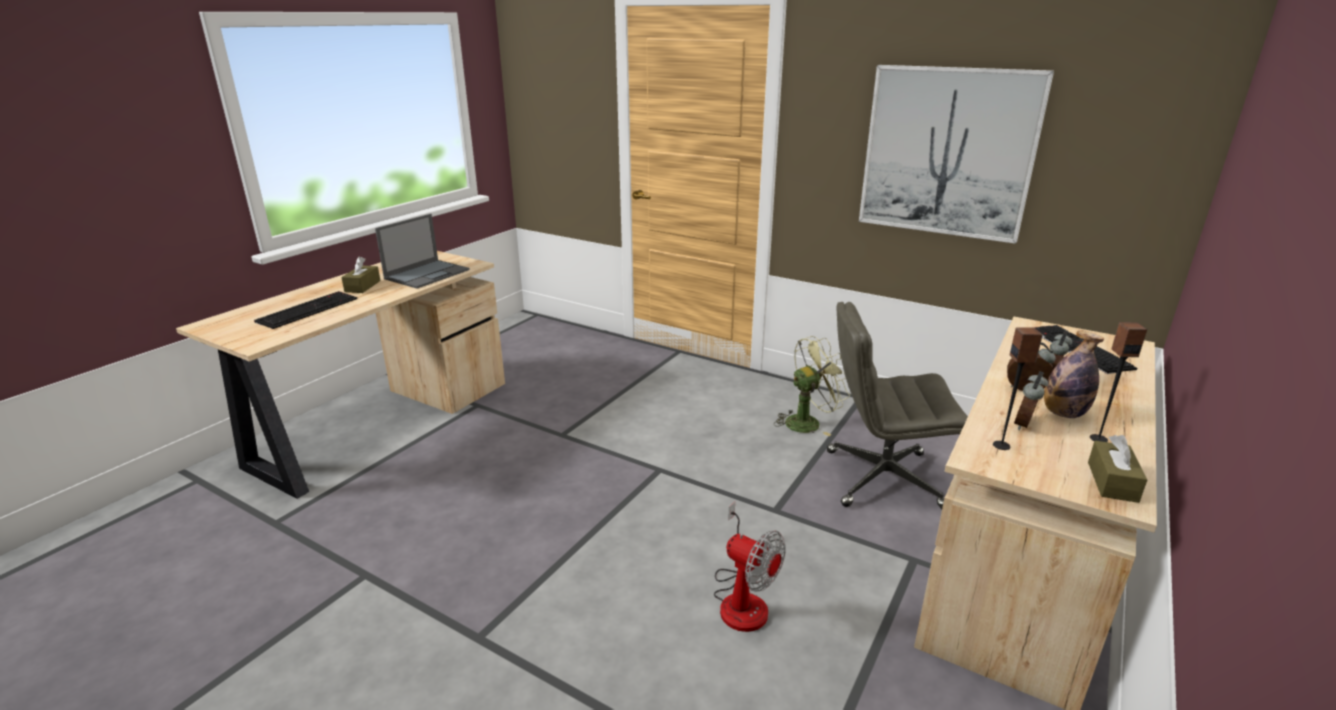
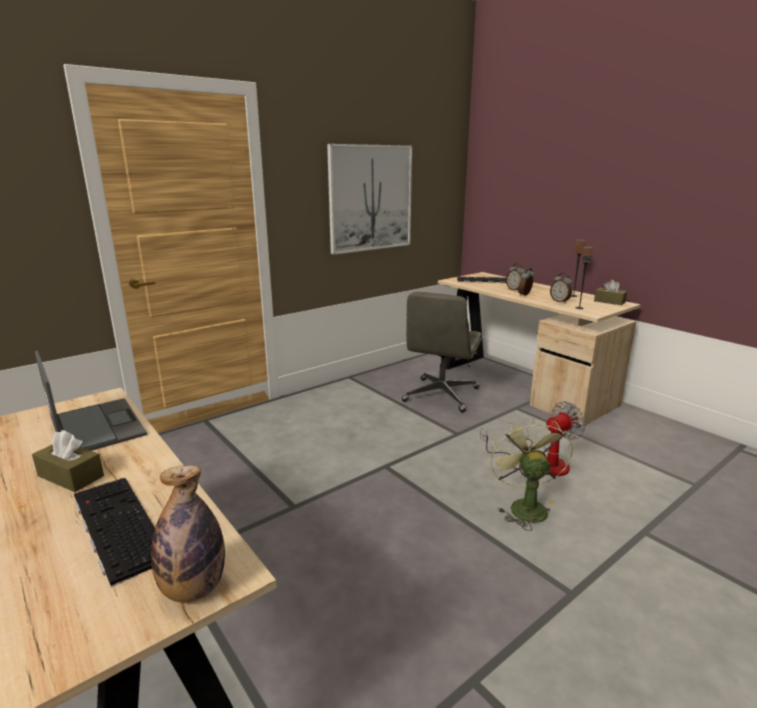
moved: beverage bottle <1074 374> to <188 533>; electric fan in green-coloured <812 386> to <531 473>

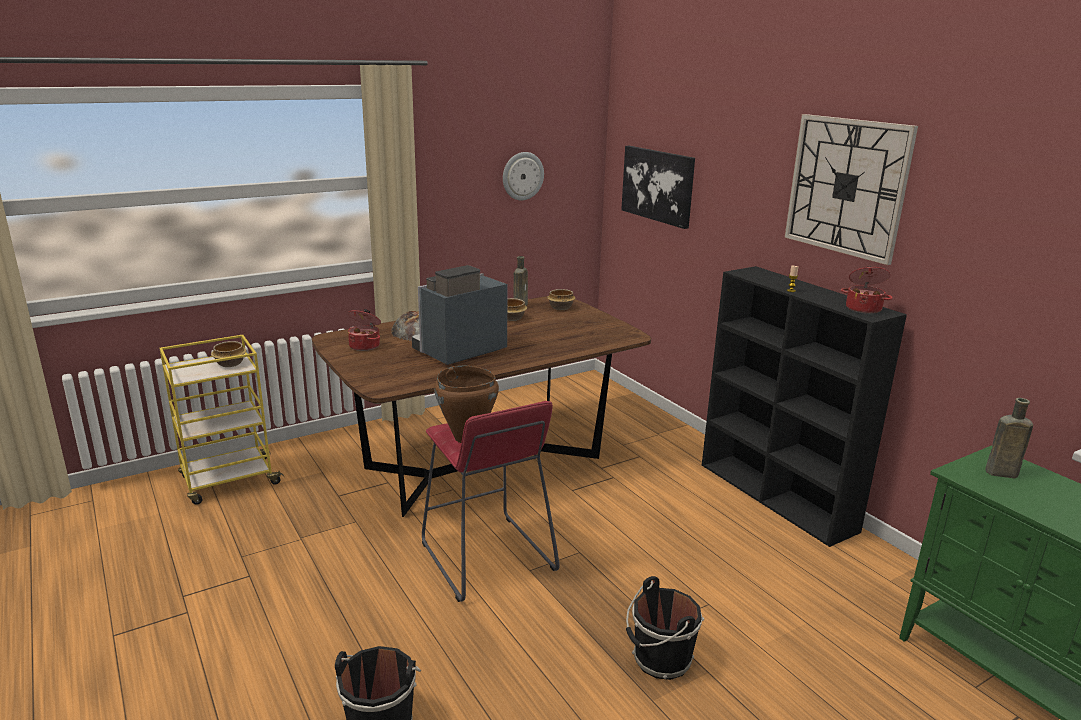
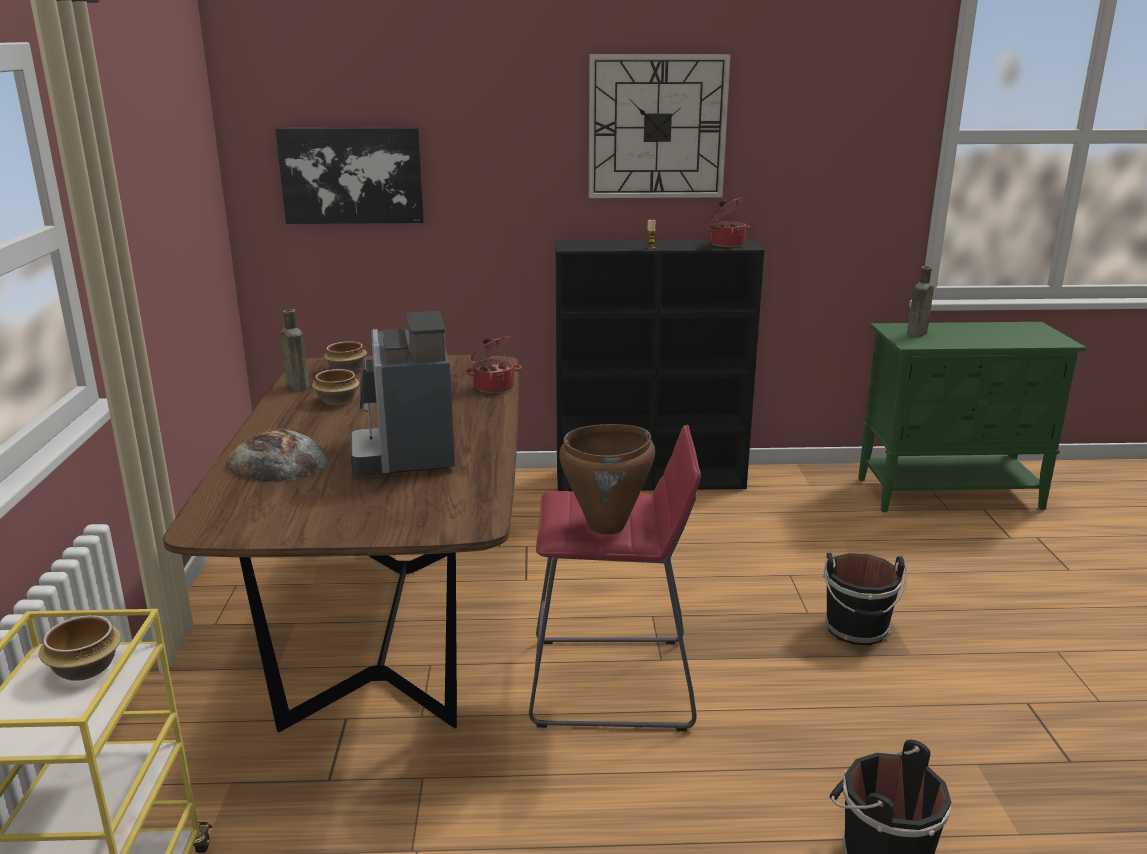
removed: wall clock <523 176>
moved: stockpot <364 330> to <493 364>

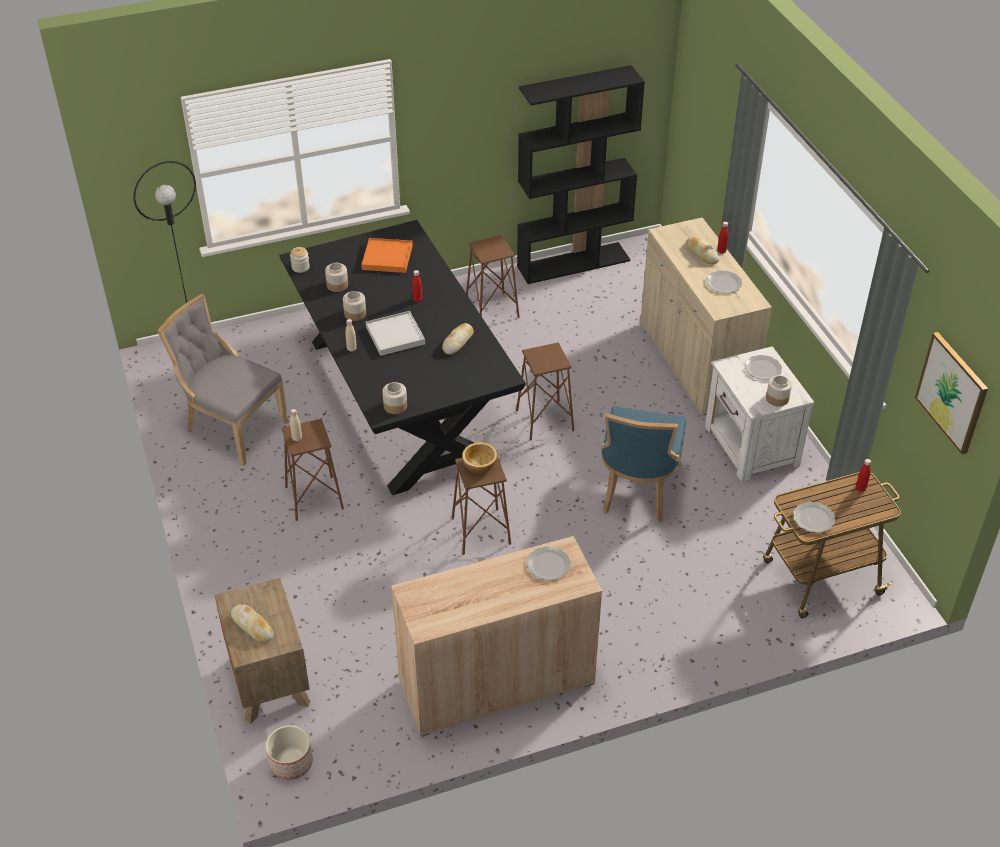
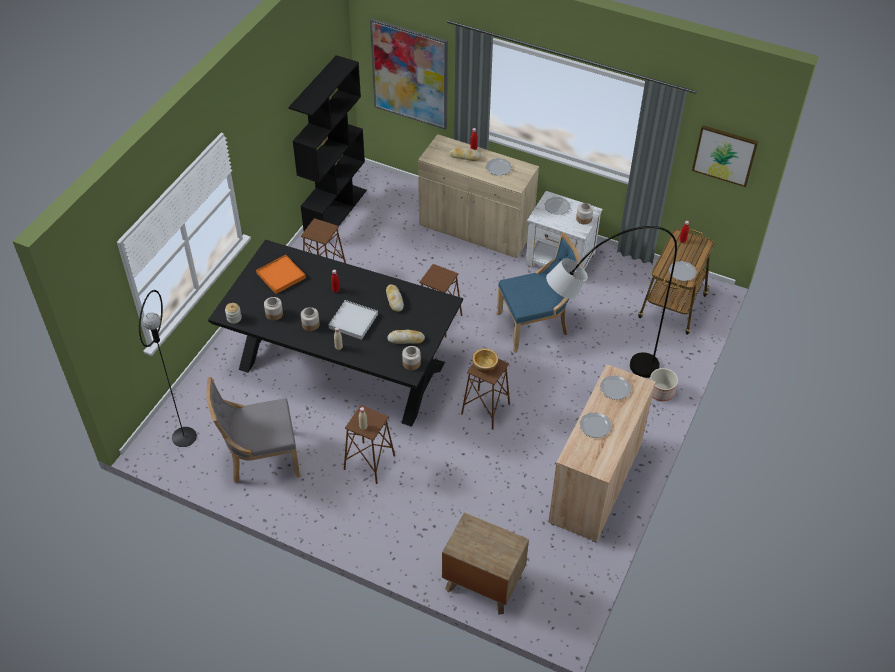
added: wall art <409 74>; standard lamp in grey <611 302>; flat dish <595 425>
moved: bread <252 623> to <406 337>; planter <289 752> to <664 385>
turned: chair in blue-coloured <644 464> = <539 293> 75 degrees counterclockwise

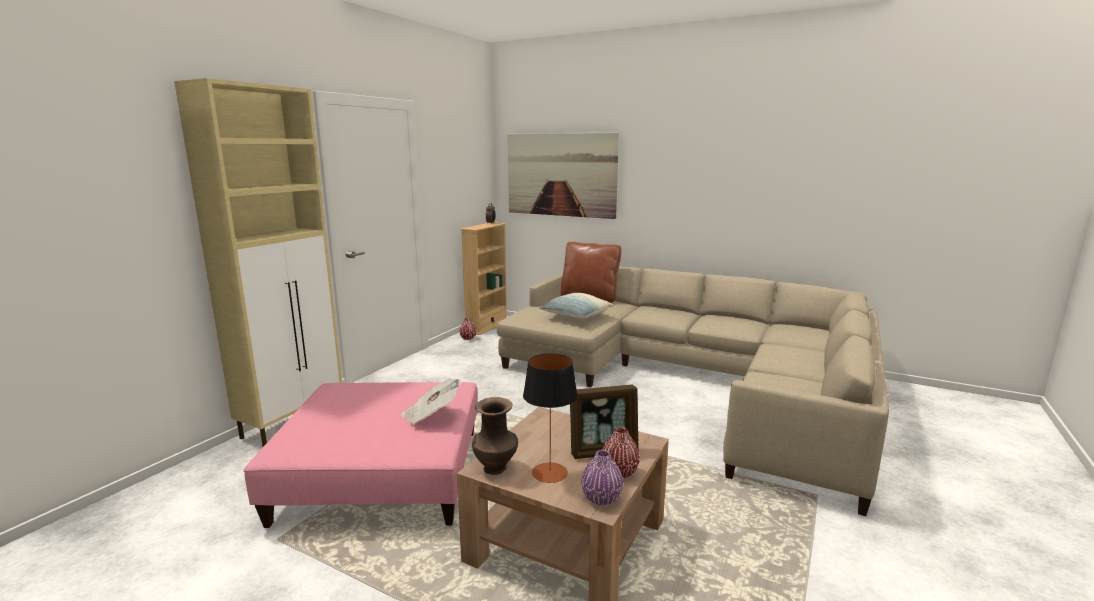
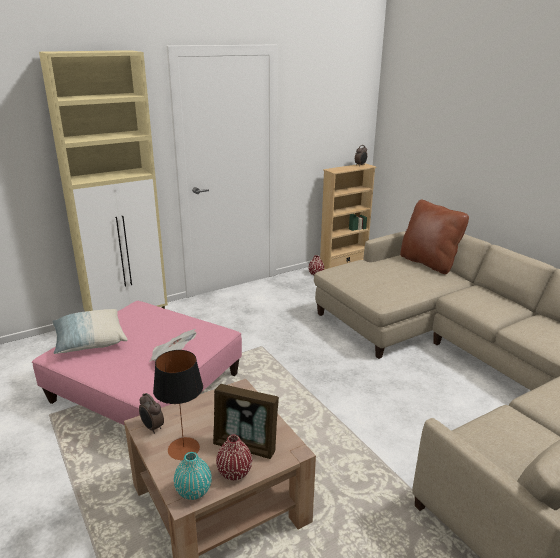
removed: wall art <563 175>
moved: throw pillow <576 306> to <90 331>
replaced: decorative vase in brown-coloured <495 436> to alarm clock <151 413>
recoloured: decorative vase in purple <602 477> to decorative vase in turquoise-coloured <193 476>

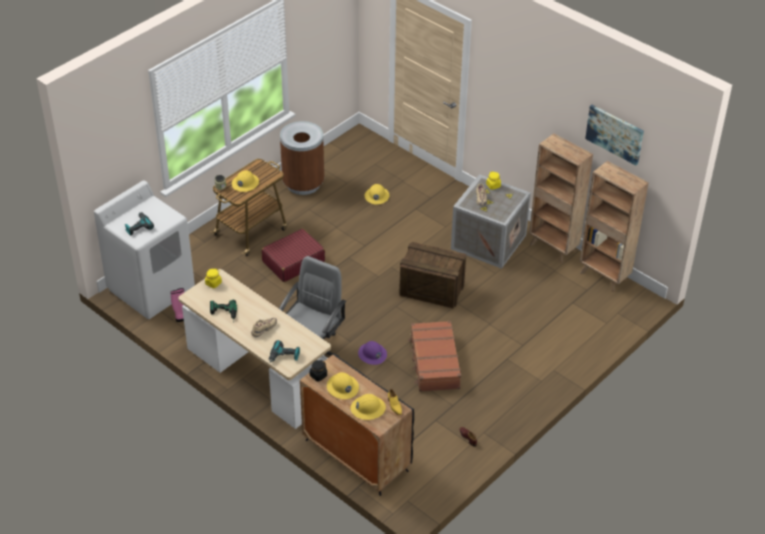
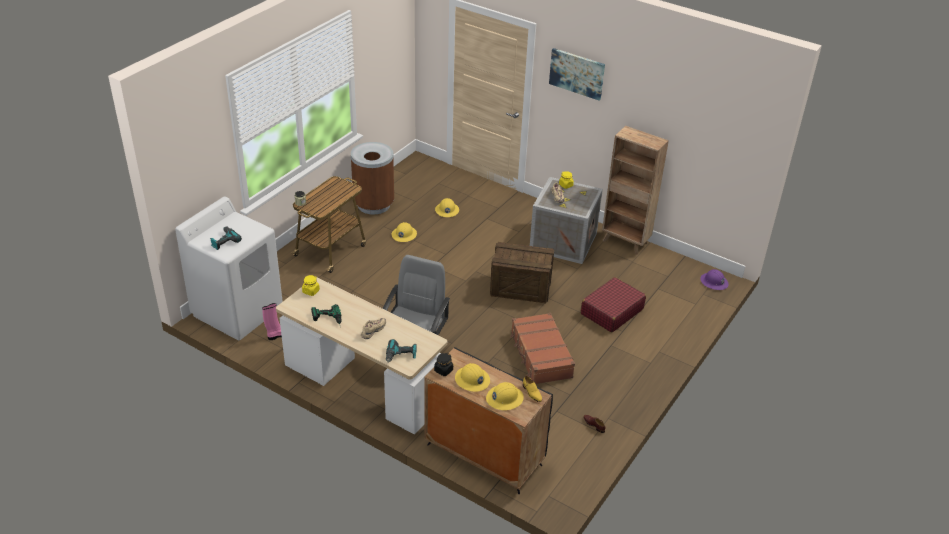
removed: bookshelf in brown-coloured <614 226>
moved: work helmet in yellowish <245 181> to <404 232>; wall art <614 135> to <577 74>; travel case in red <293 255> to <613 304>; work helmet in purple <372 353> to <714 279>

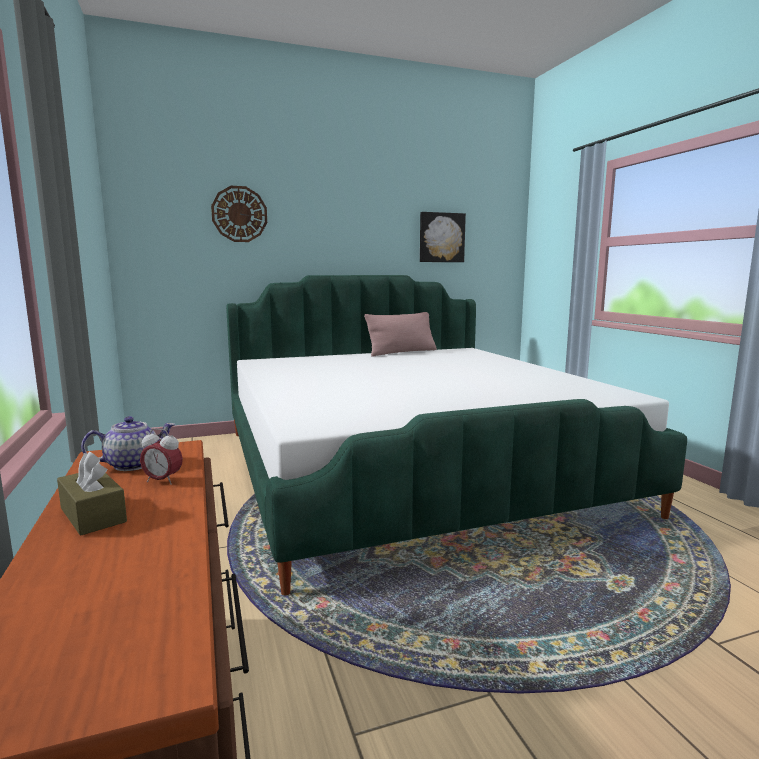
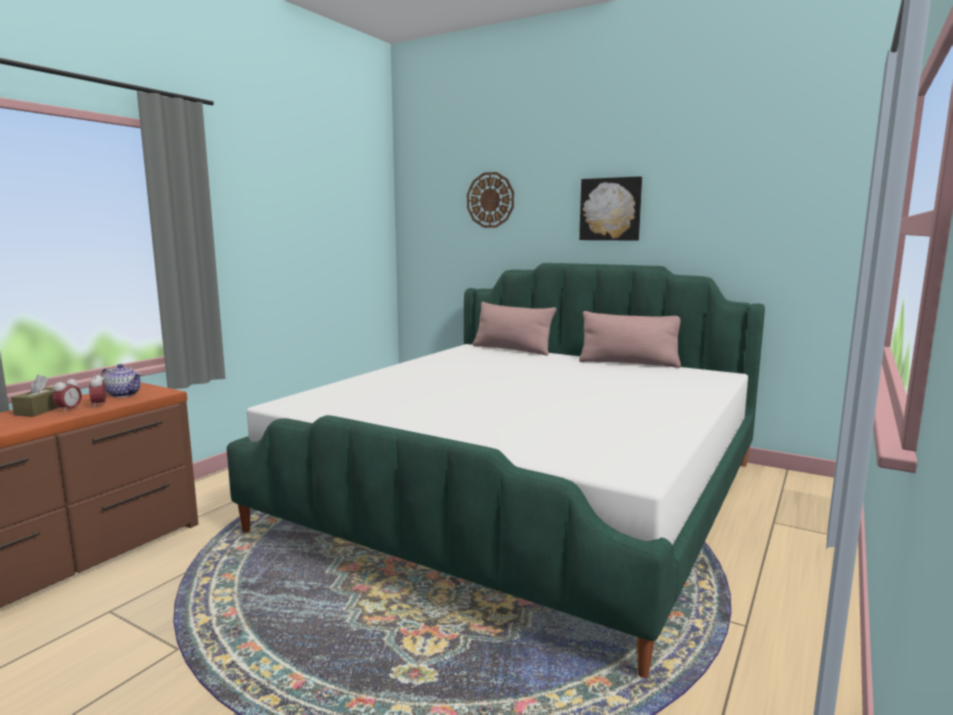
added: alarm clock <67 394>; throw pillow in pink-coloured <514 328>
moved: wall art <443 237> to <610 208>

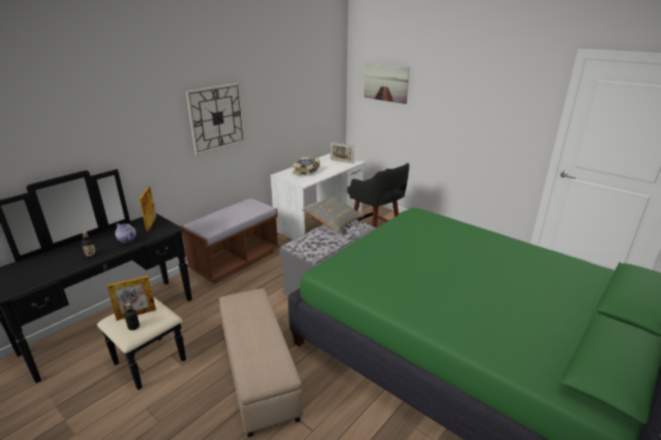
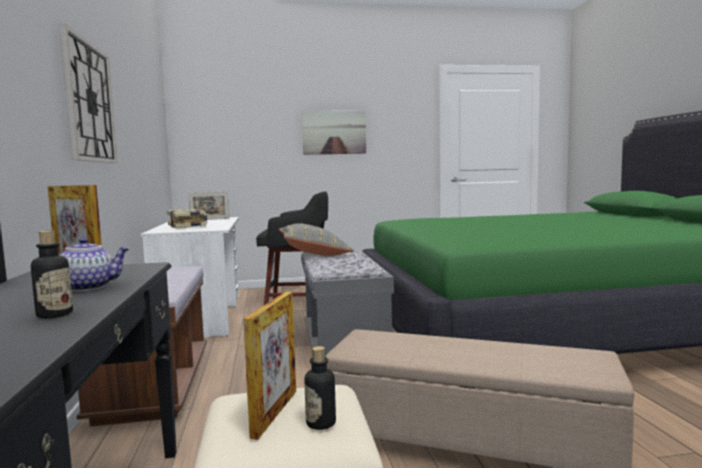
moved: wall art <387 83> to <334 133>

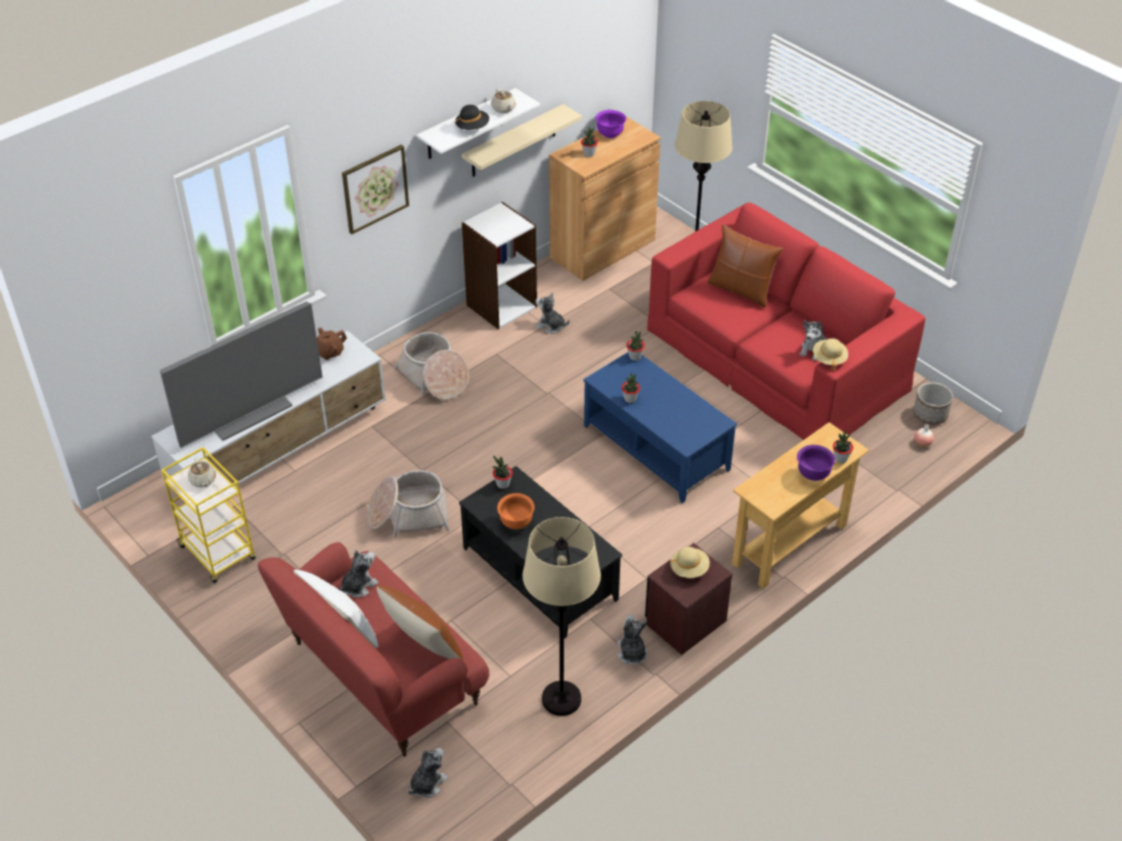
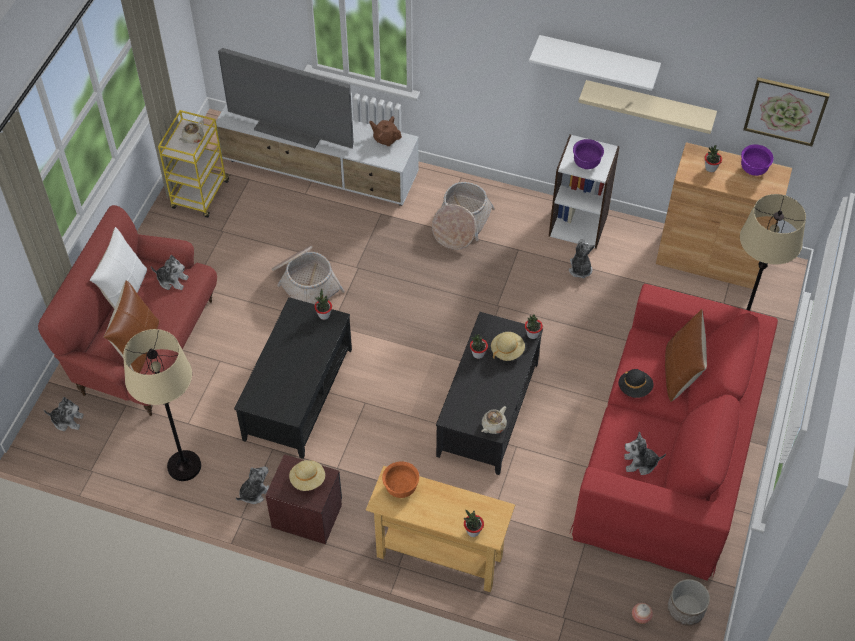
moved: deep dish in orange <515 511> to <400 479>; pot for tea in beige-coloured <503 101> to <494 420>; wearable hat in beige-coloured <830 354> to <508 346>; deep dish in purple <816 463> to <588 154>; wearable hat in blackish <472 117> to <636 383>; wall art <375 189> to <786 111>
recoloured: low table in blue-coloured <660 427> to low table in blackish <489 393>

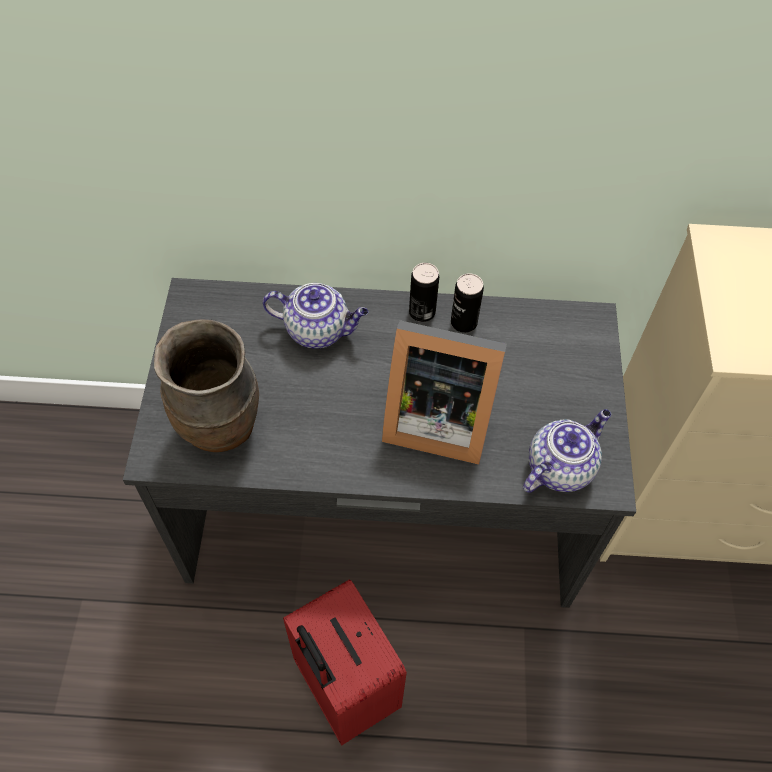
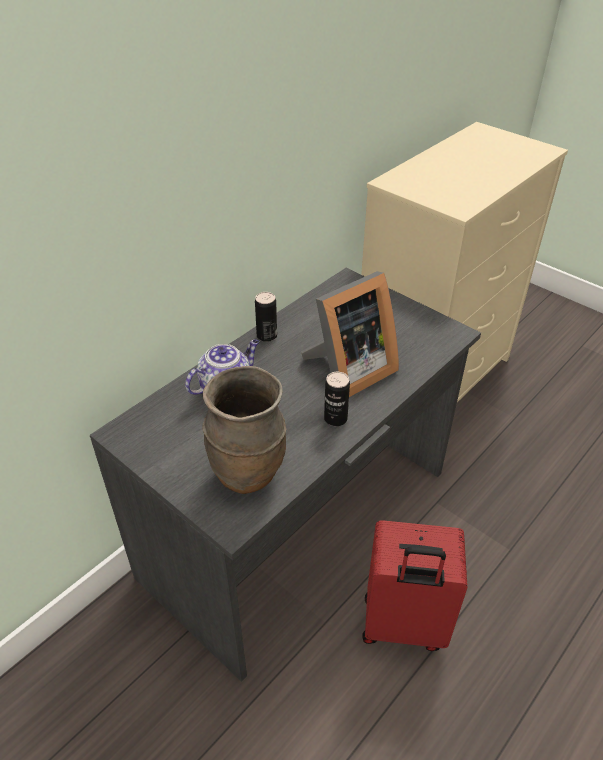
removed: pot for tea <567 451>
moved: sealed can <467 303> to <337 399>

